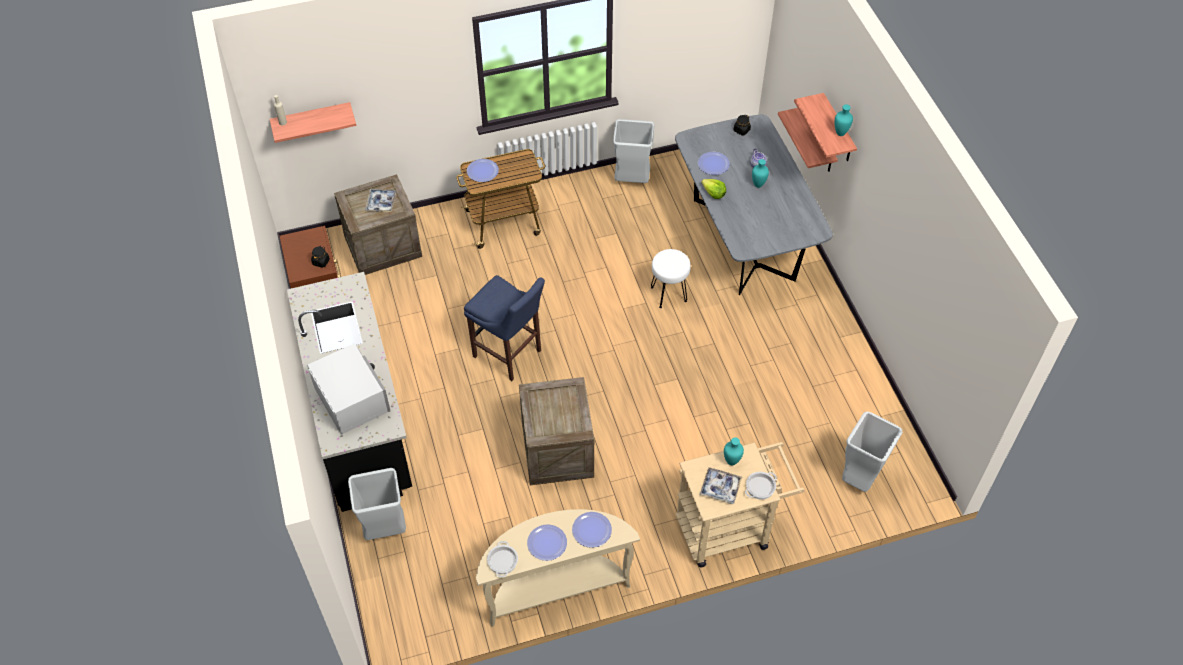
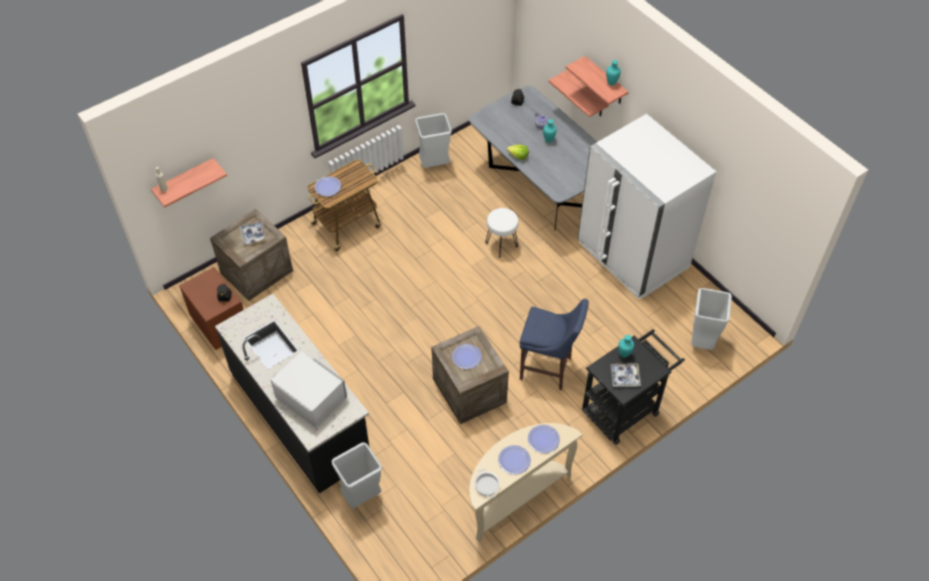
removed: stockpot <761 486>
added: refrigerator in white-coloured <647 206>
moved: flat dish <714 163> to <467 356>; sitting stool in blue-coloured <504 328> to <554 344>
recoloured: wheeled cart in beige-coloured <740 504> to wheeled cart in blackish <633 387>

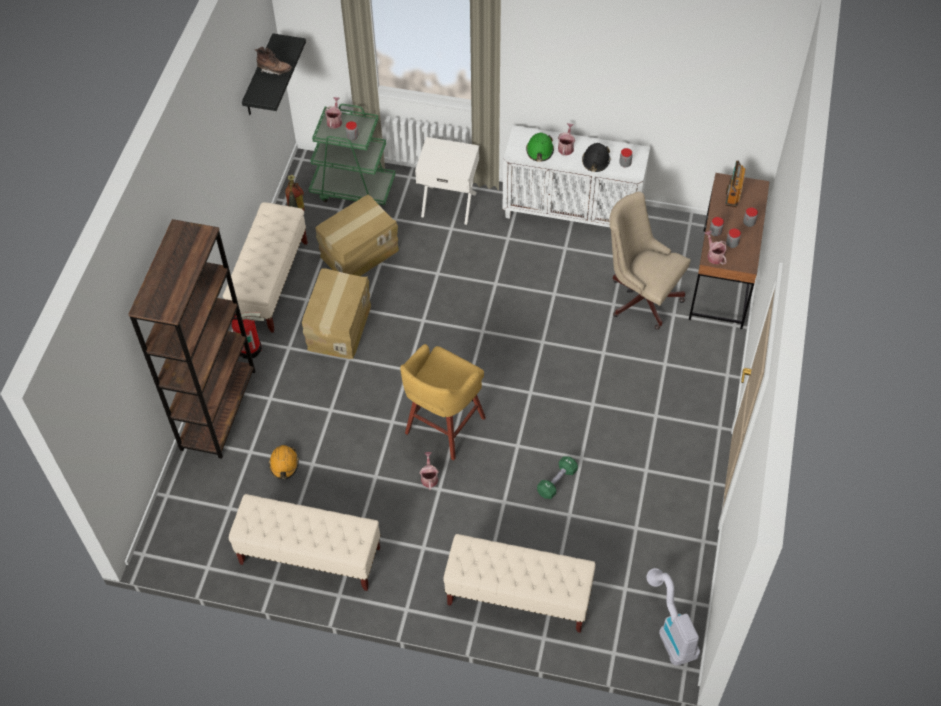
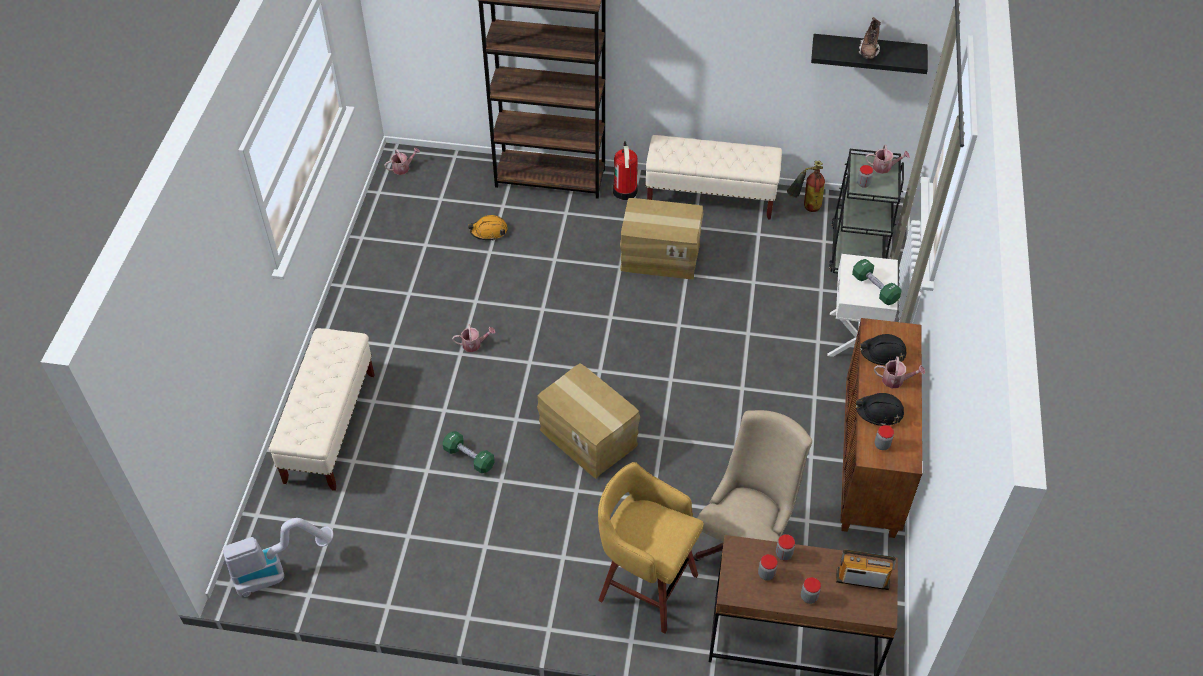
removed: indoor bench in beige-coloured <305 542>
added: free weight in green-coloured <877 282>
moved: watering pot <716 247> to <402 161>; carton <357 235> to <588 421>; sitting stool in yellowish <443 402> to <651 548>
recoloured: wheeled cart in green-coloured <352 154> to wheeled cart in blackish <866 211>; cabinet in white-coloured <576 176> to cabinet in brown-coloured <881 428>; work helmet in green-coloured <540 147> to work helmet in blackish <883 349>

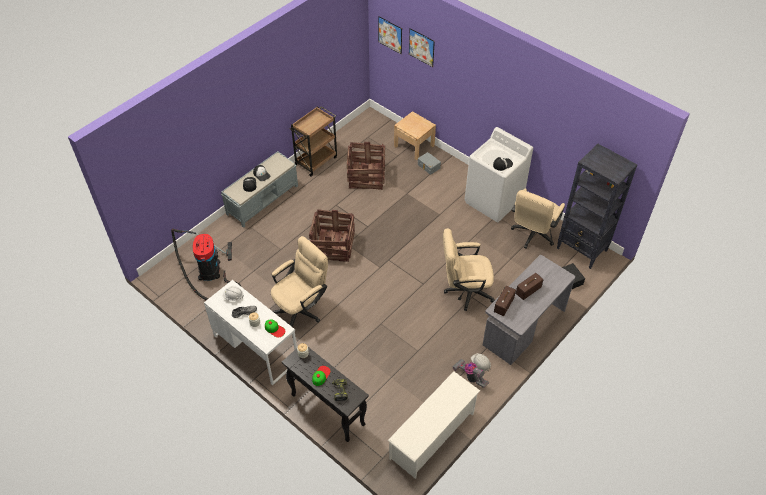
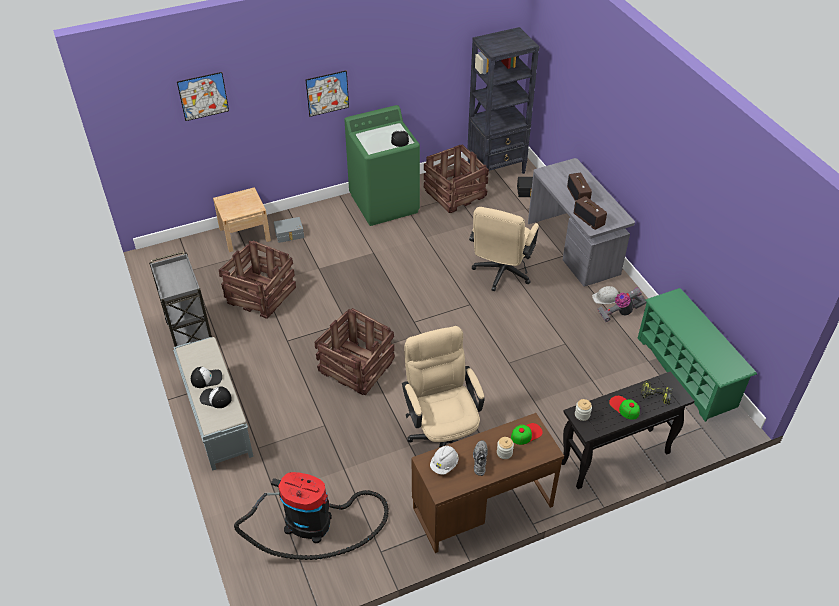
moved: wall art <390 35> to <327 93>
replaced: computer chair in beige-coloured <538 218> to shipping crate <456 178>
recoloured: wheeled cart in brown-coloured <313 141> to wheeled cart in grey <180 299>; laundry appliance in white-coloured <499 174> to laundry appliance in green-coloured <382 165>; desk table in white-coloured <250 332> to desk table in brown-coloured <487 483>; shoe rack in white-coloured <434 425> to shoe rack in green-coloured <697 355>

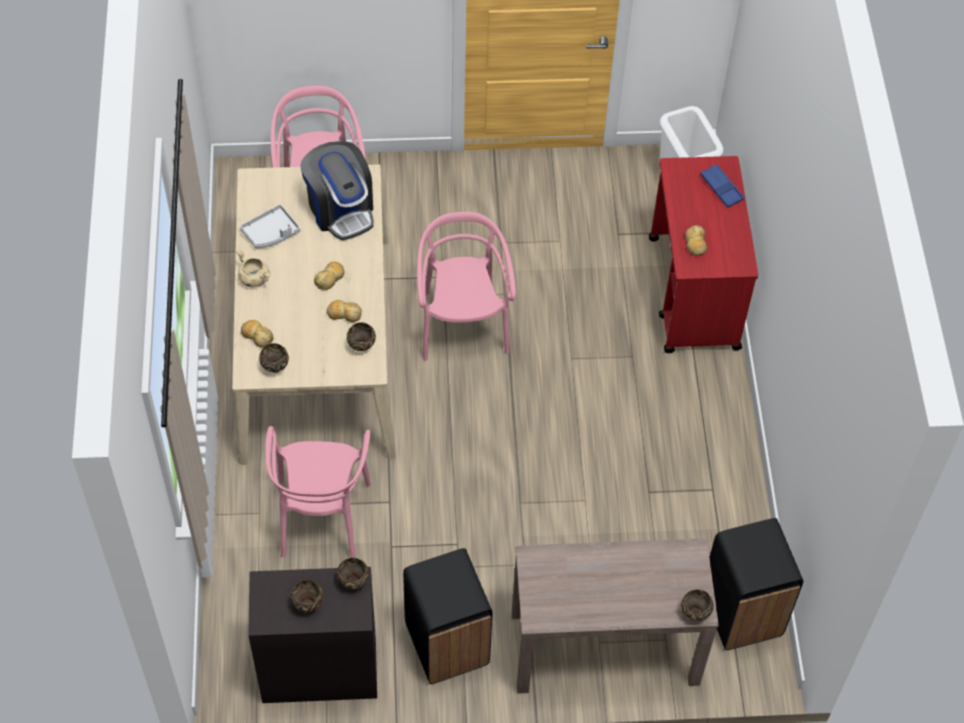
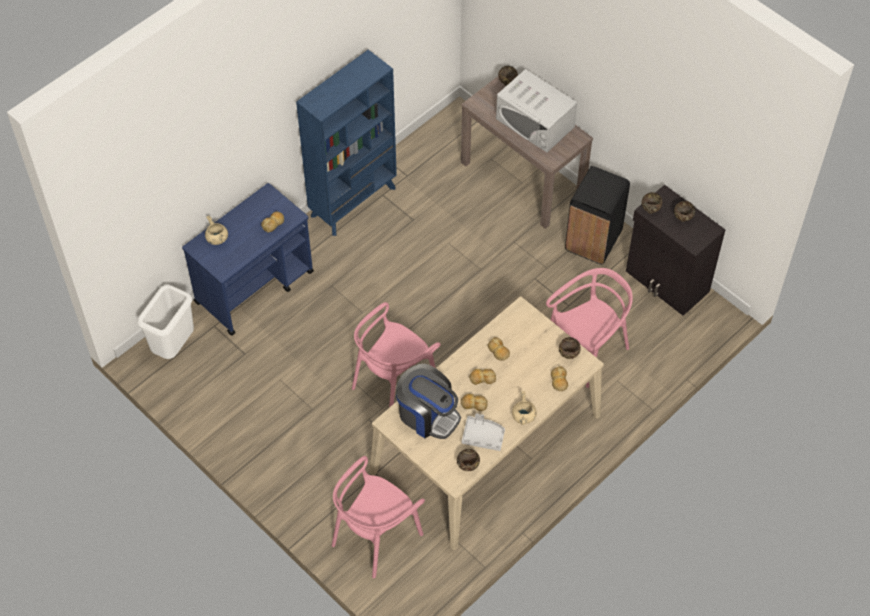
removed: trash can in blackish <756 584>
added: bookshelf in blue-coloured <346 143>; bread <474 402>; microwave oven in white-coloured <537 111>
moved: deep dish in brown-coloured <361 336> to <468 460>
replaced: tray in blue-coloured <722 186> to stockpot in beige-coloured <216 230>
recoloured: wheeled cart in red <703 254> to wheeled cart in blue-coloured <248 259>
turned: coffee machine <337 190> = <428 401> 105 degrees clockwise

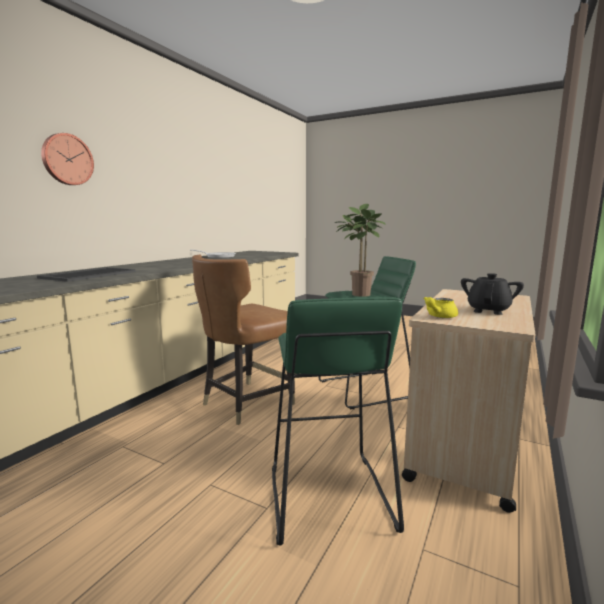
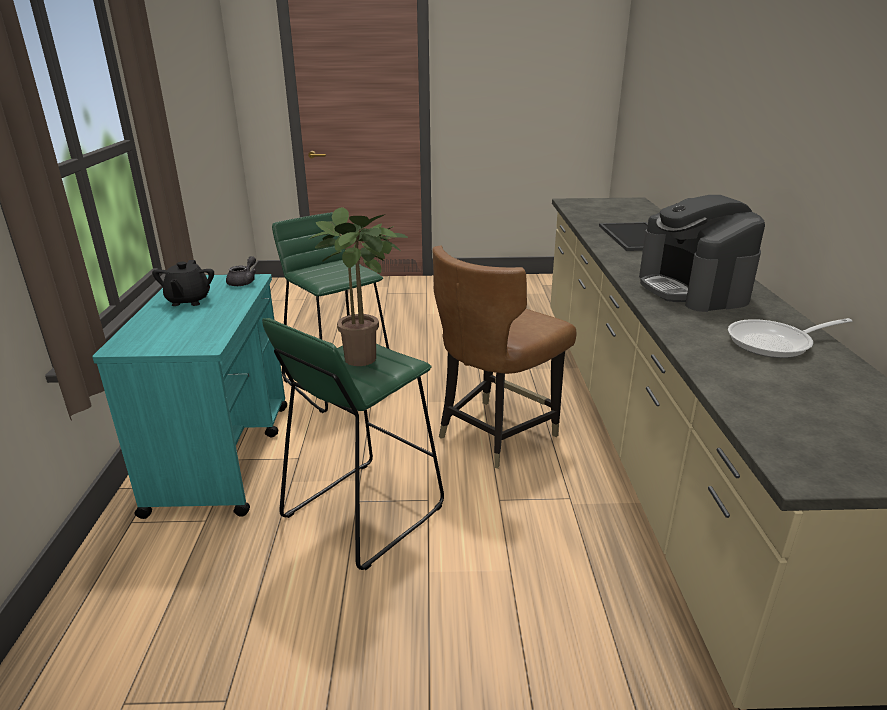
removed: wall clock <67 159>
added: coffee machine <702 253>
recoloured: wheeled cart in beige-coloured <468 401> to wheeled cart in turquoise-coloured <189 396>; pot for tea in yellowish <440 307> to pot for tea in grey <241 271>
turned: chair in brown-coloured <243 339> = <504 357> 150 degrees counterclockwise

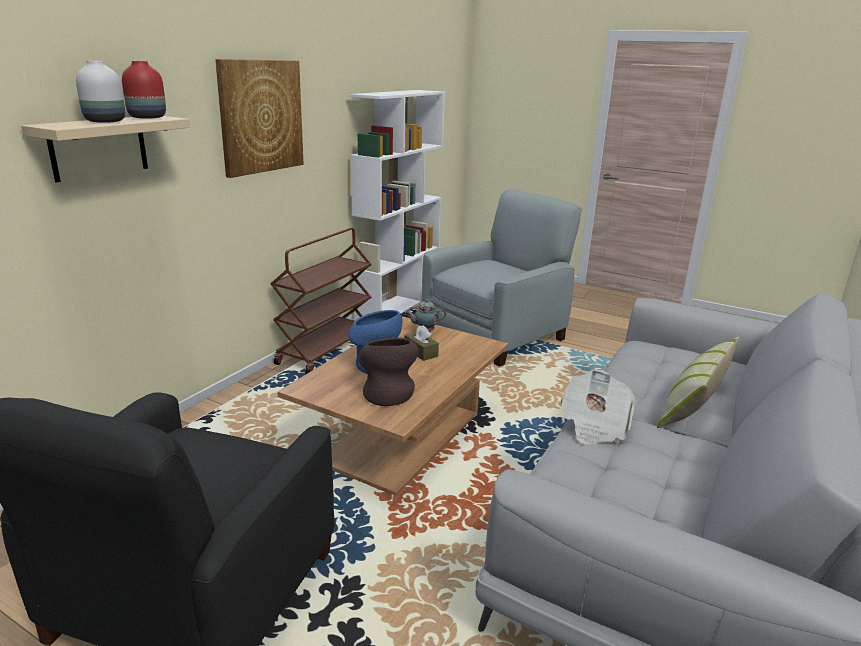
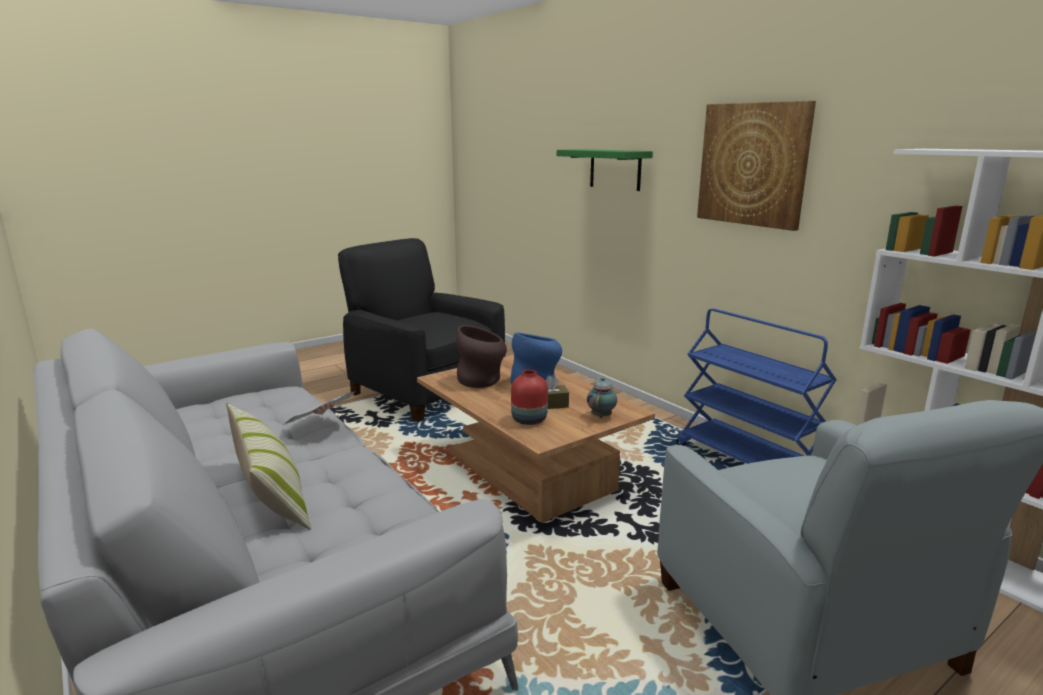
removed: decorative vase in white-coloured <100 92>
moved: decorative vase in red <144 90> to <529 397>
recoloured: wall shelf in beige-coloured <105 149> to wall shelf in green-coloured <605 170>; wheeled cart in brown-coloured <321 301> to wheeled cart in blue-coloured <756 386>

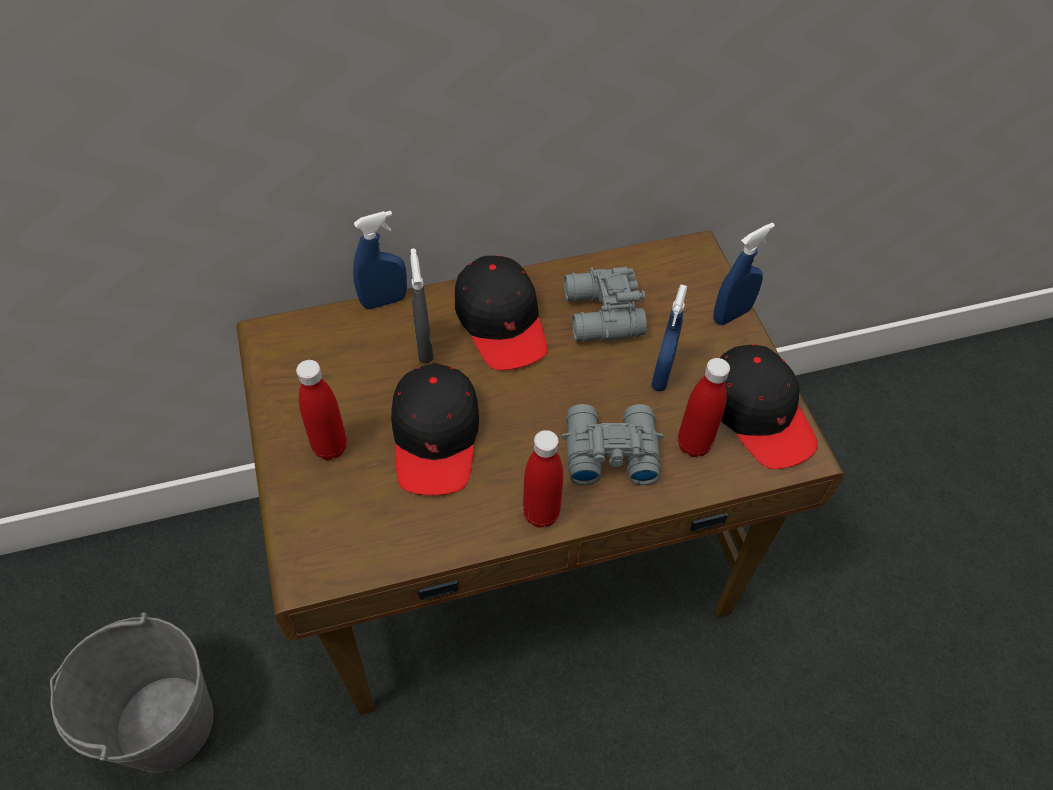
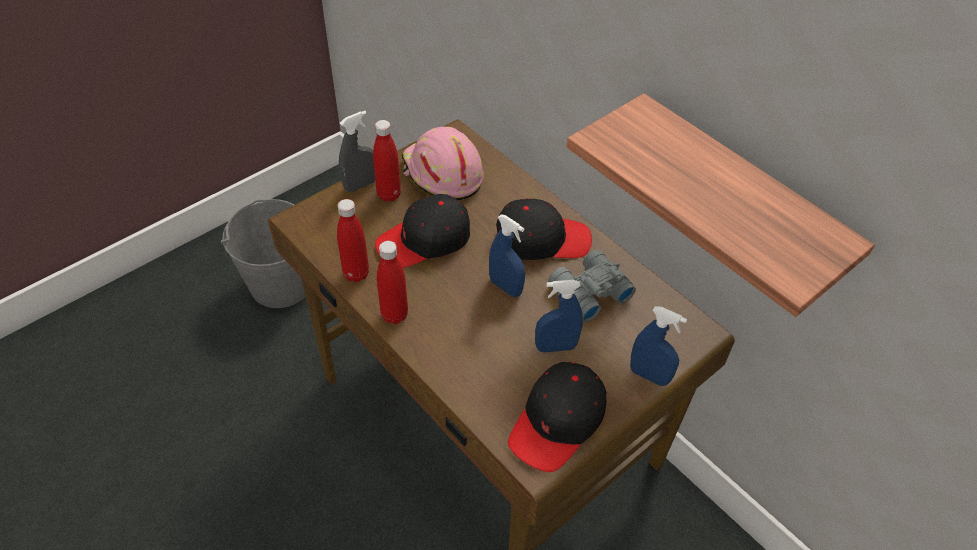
removed: binoculars in grey <613 444>
added: work helmet in pink-coloured <443 163>; wall shelf <720 205>
moved: beverage bottle in red <704 407> to <353 240>; hand sprayer in grey <422 305> to <357 151>; hand sprayer in blue-coloured <380 260> to <507 255>
turned: baseball cap in blackish <501 312> = <544 229> 135 degrees counterclockwise

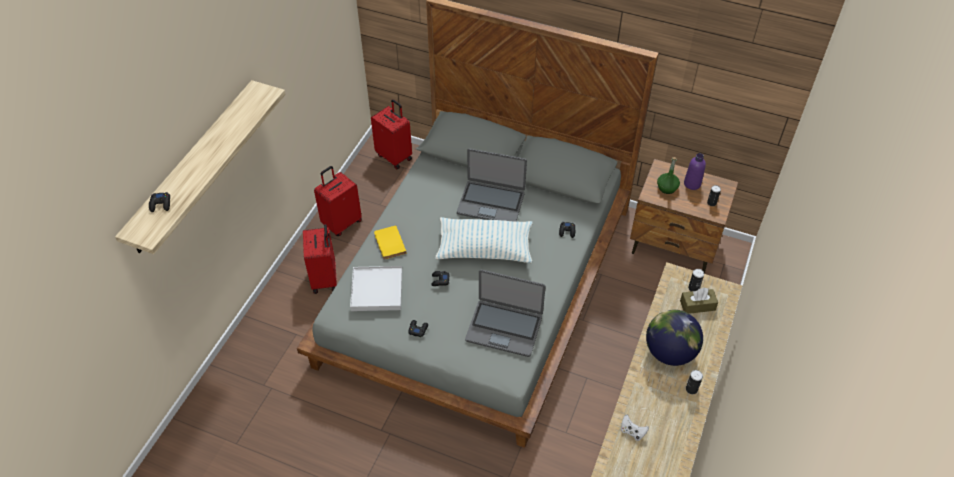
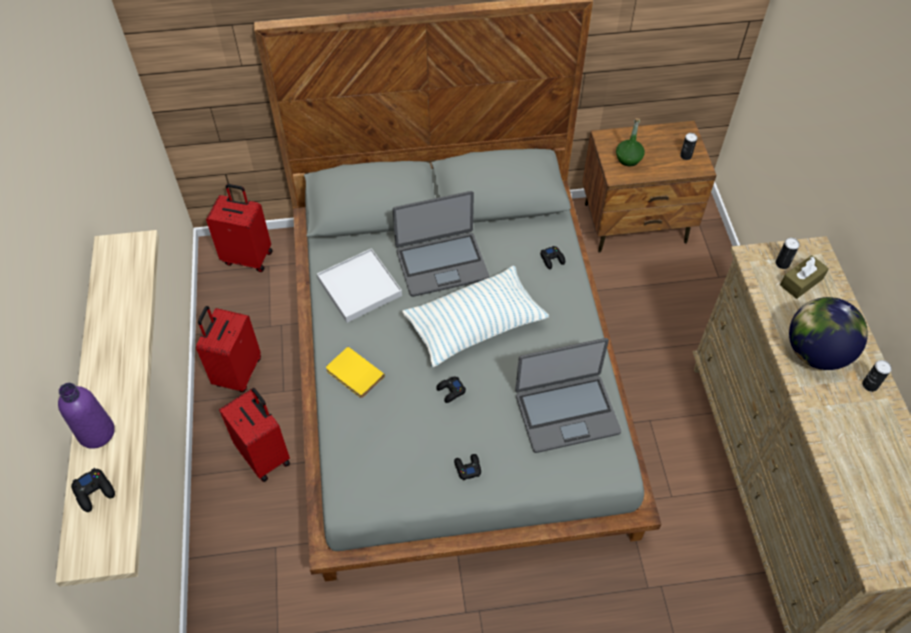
removed: joypad in white-coloured <635 427>
moved: beverage bottle in purple <695 171> to <86 416>; tray in white-coloured <376 288> to <359 285>

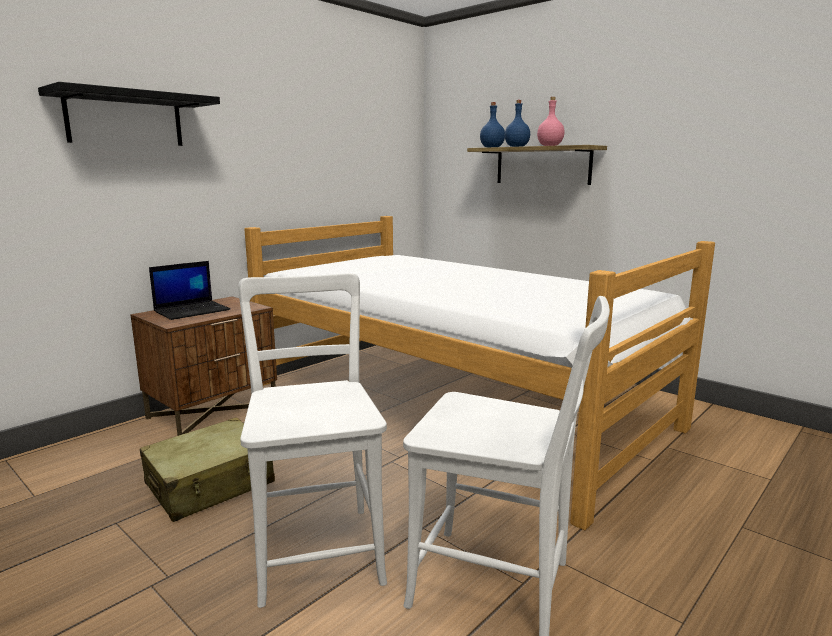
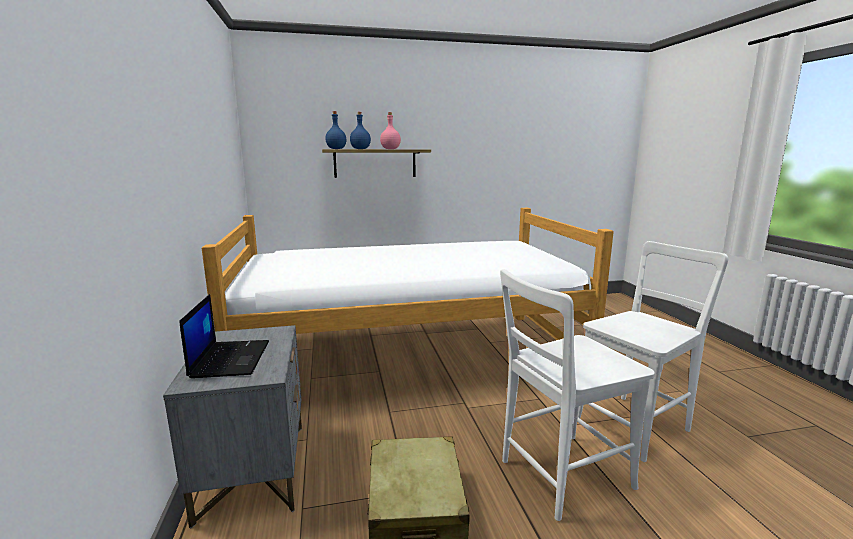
removed: wall shelf in blackish <129 114>
recoloured: nightstand in brown-coloured <203 366> to nightstand in grey <232 426>
turned: chair in white-coloured <312 440> = <577 395> 45 degrees counterclockwise

